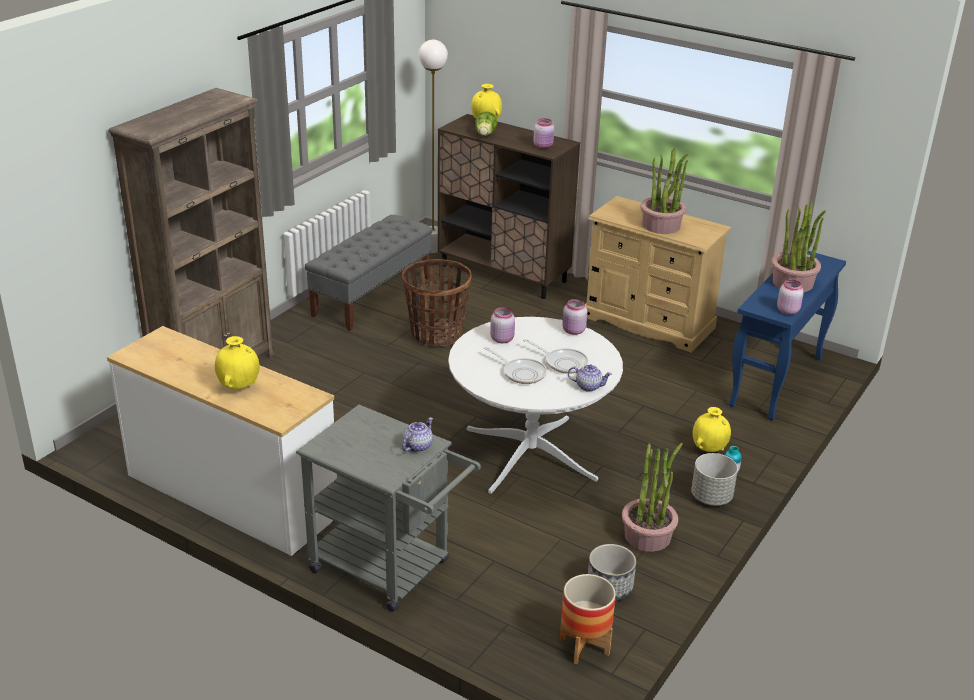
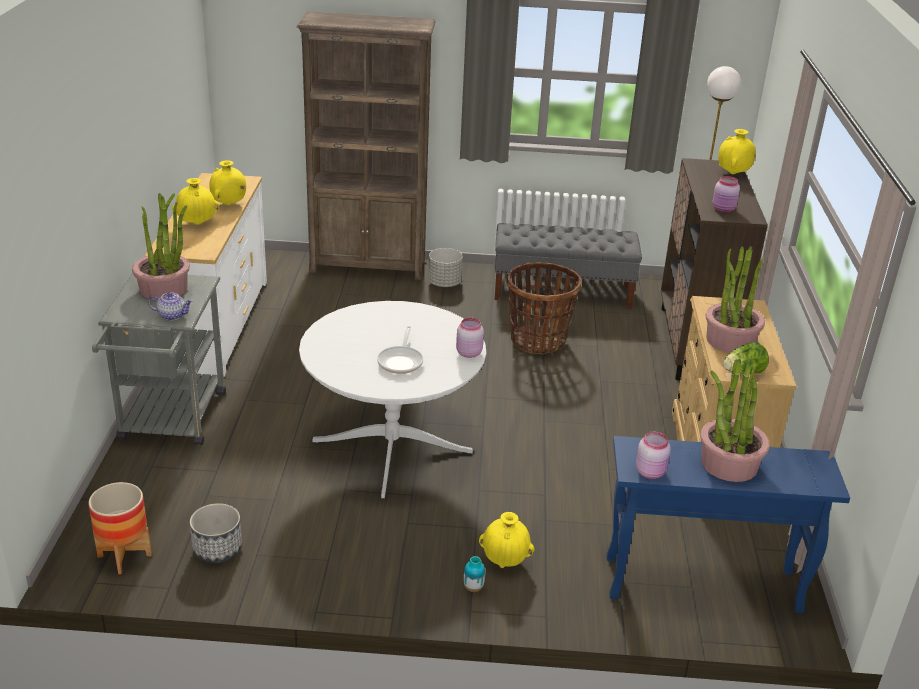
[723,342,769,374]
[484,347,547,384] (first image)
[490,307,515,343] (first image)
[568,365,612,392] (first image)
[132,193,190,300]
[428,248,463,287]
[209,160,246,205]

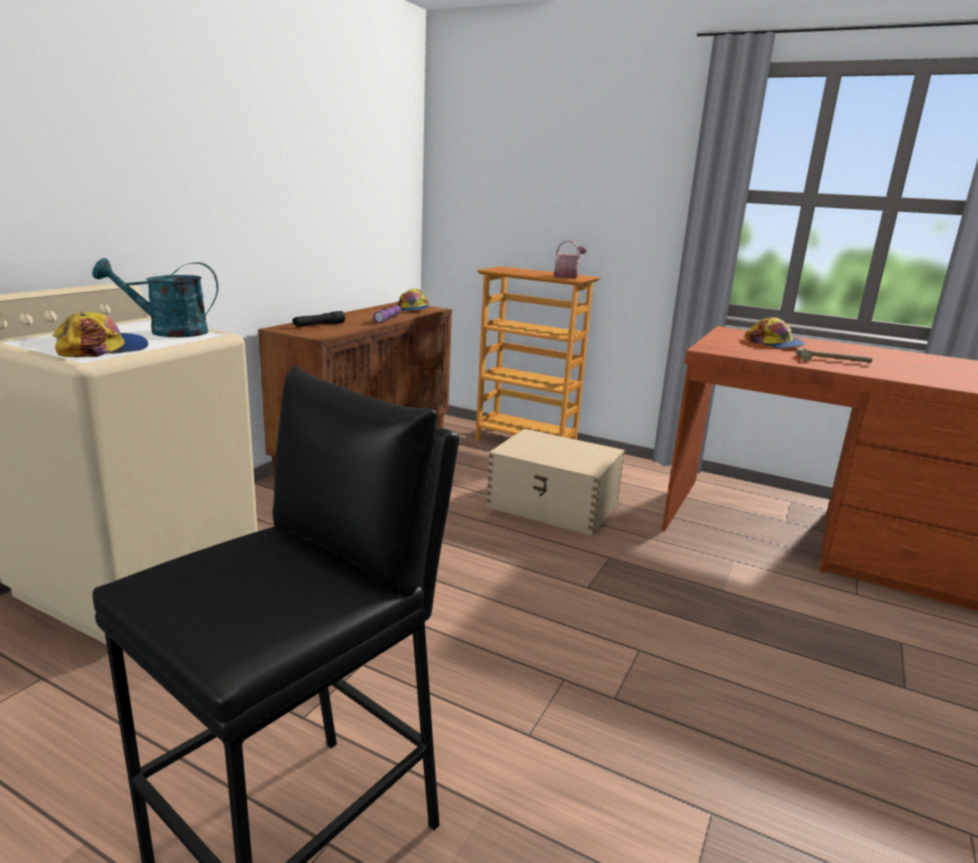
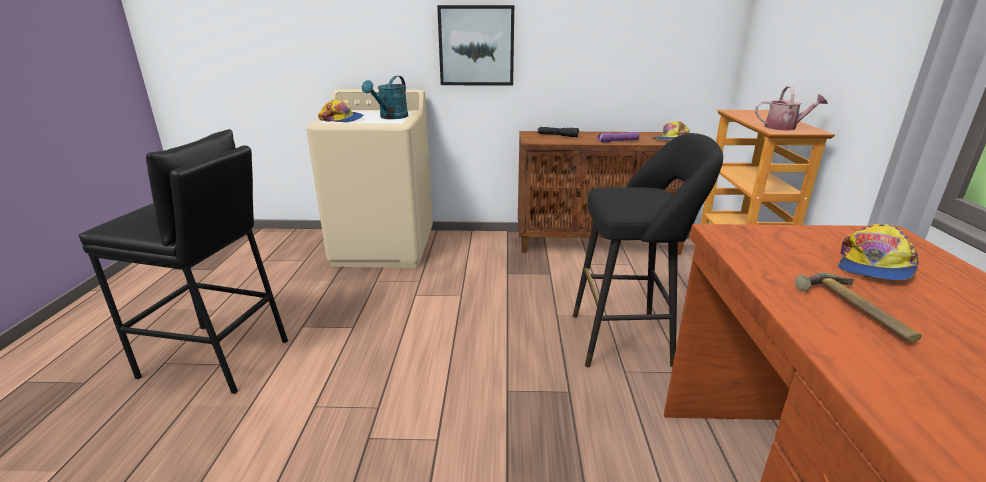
[362,76,408,119]
[573,133,723,367]
[437,5,514,86]

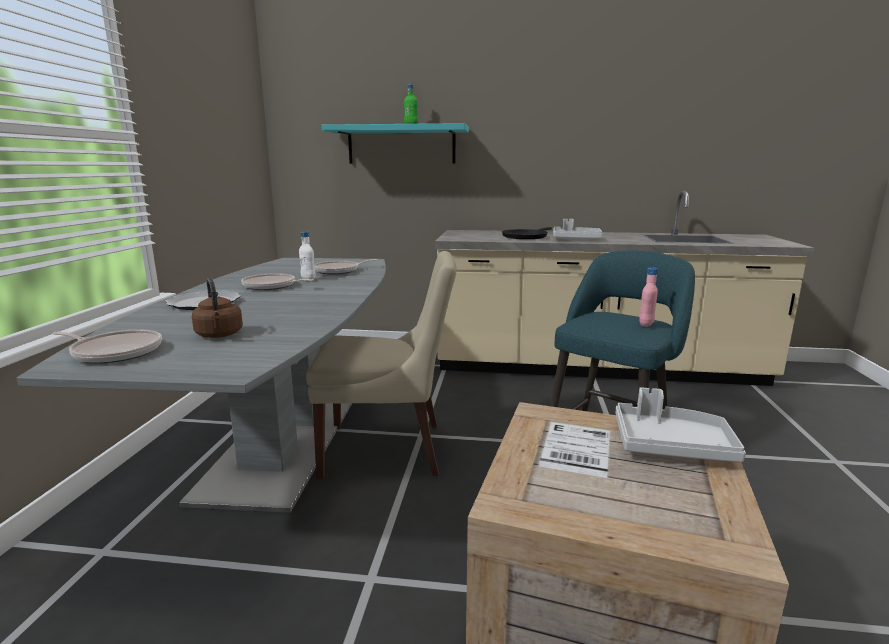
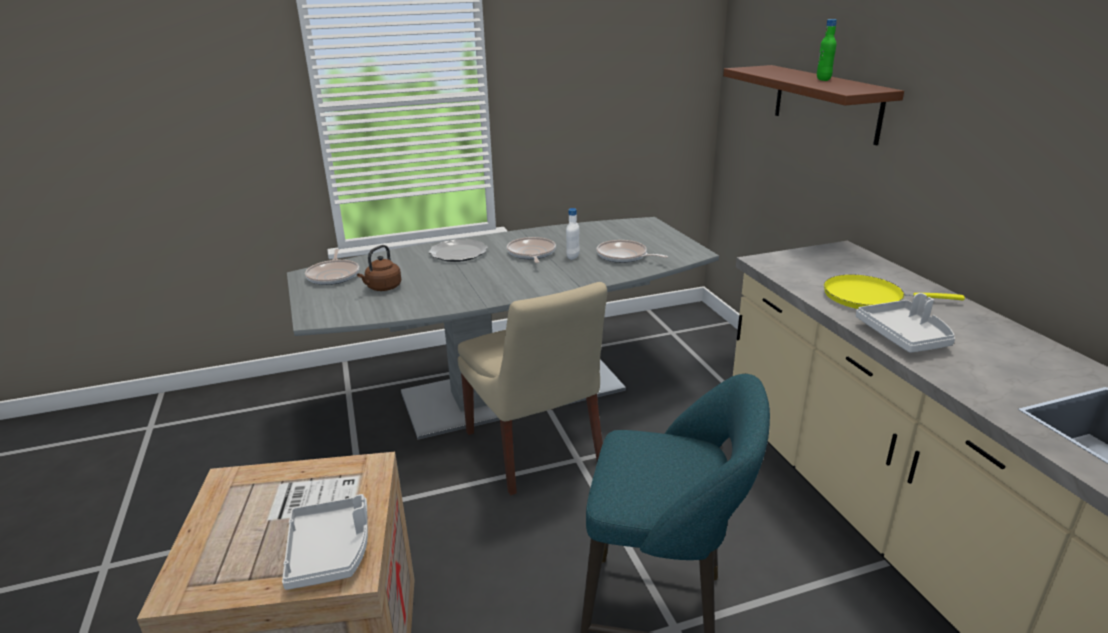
[723,65,904,146]
[824,274,965,309]
[639,267,658,327] (first image)

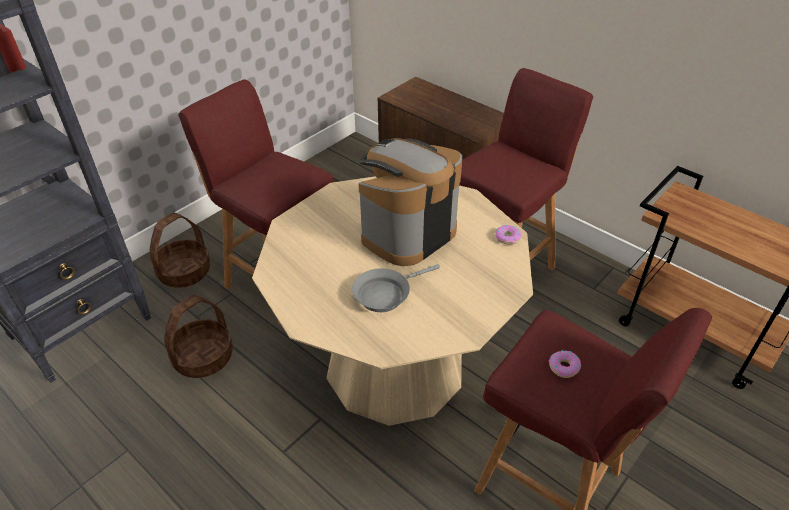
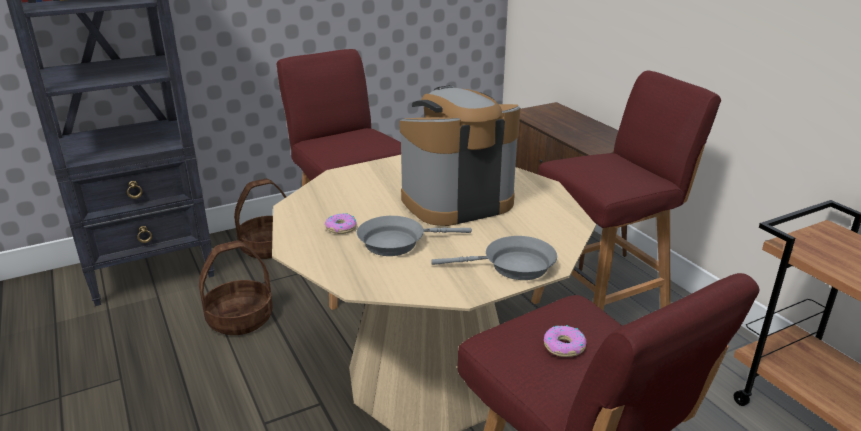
[324,214,357,234]
[431,236,557,280]

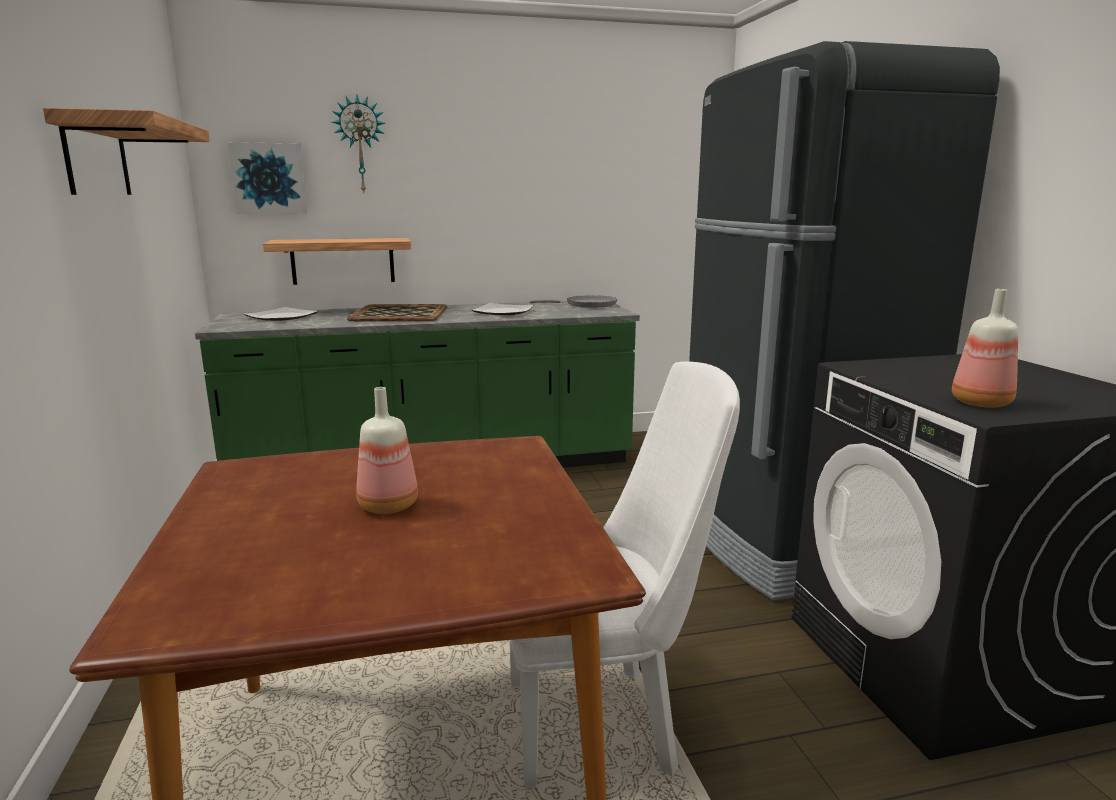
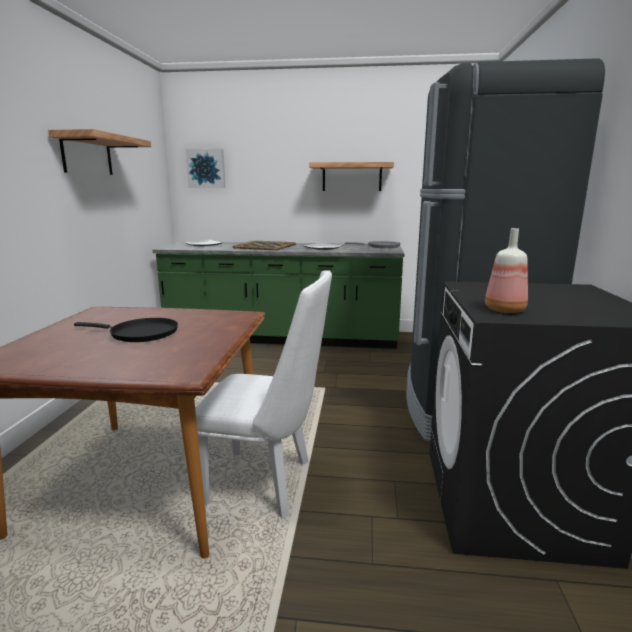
[309,162,394,191]
[332,95,385,193] (first image)
[74,318,178,342]

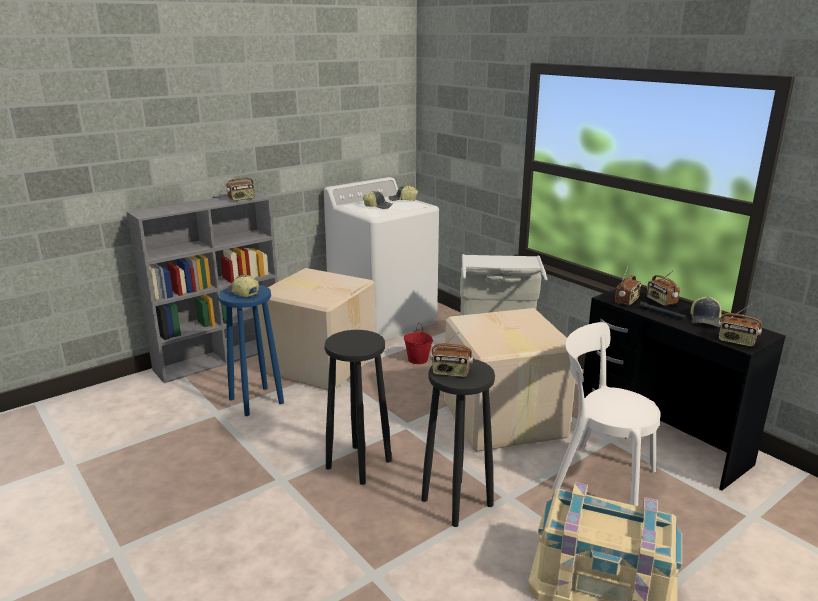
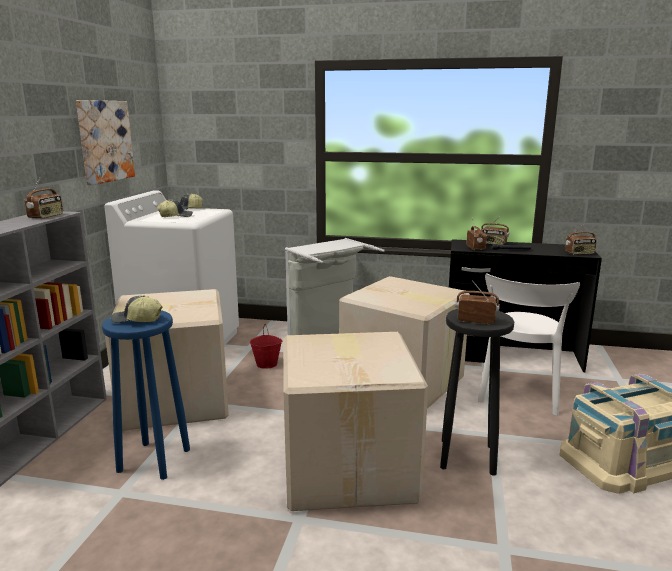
[283,332,428,511]
[455,280,500,324]
[478,274,580,416]
[690,296,722,326] (first image)
[76,100,135,185]

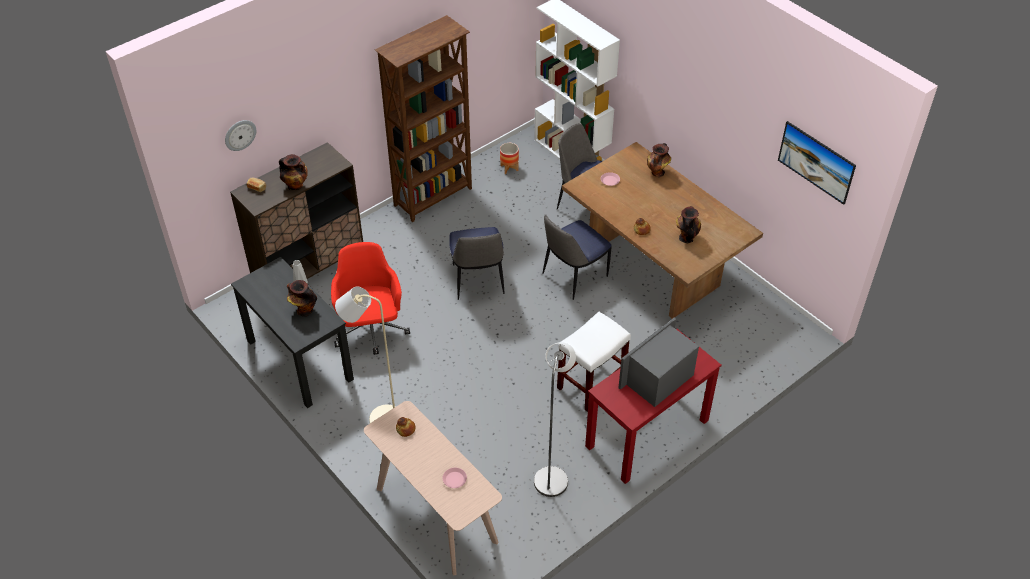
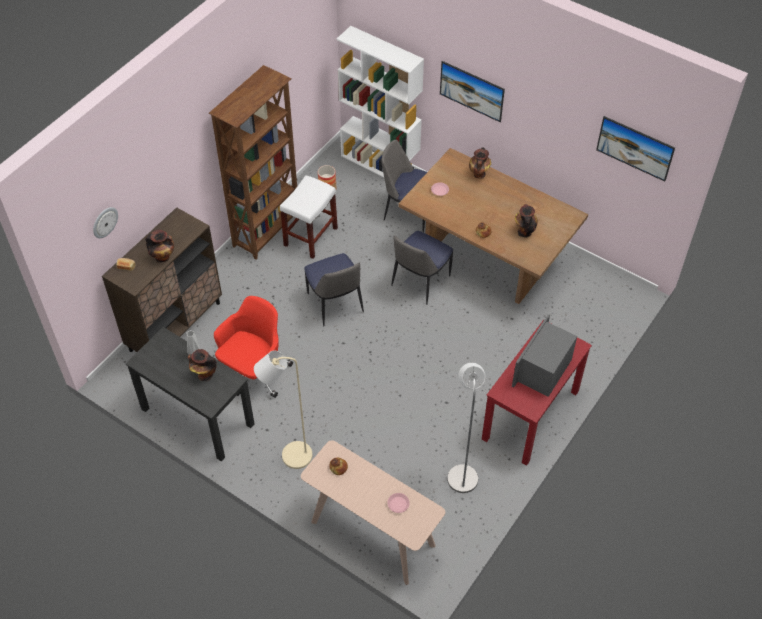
[214,296,293,398]
[280,175,338,259]
[440,61,505,122]

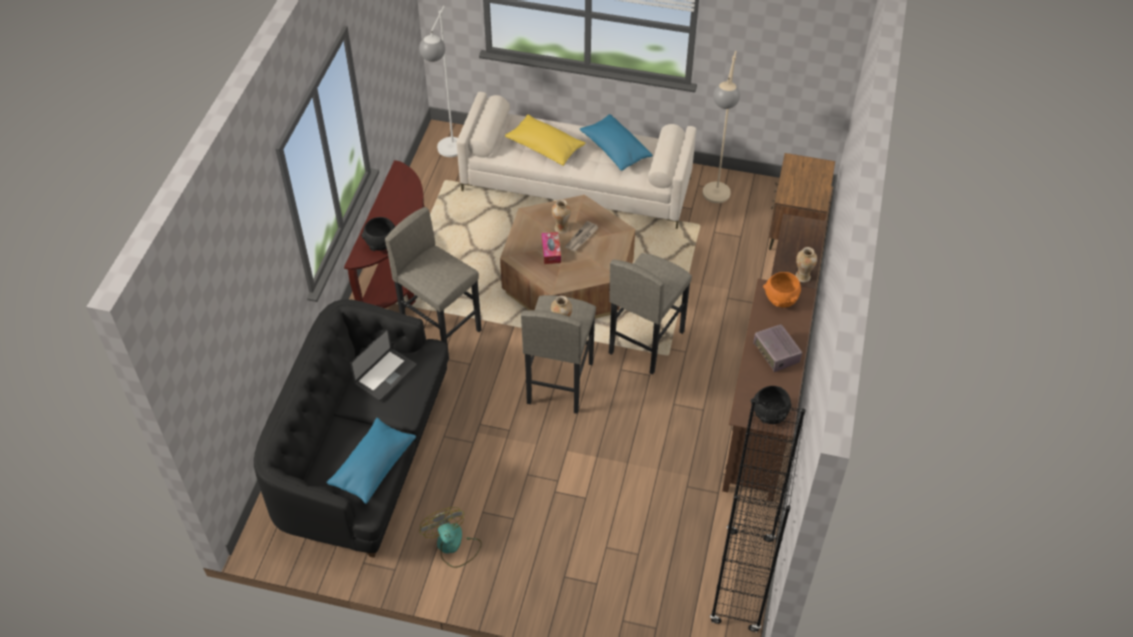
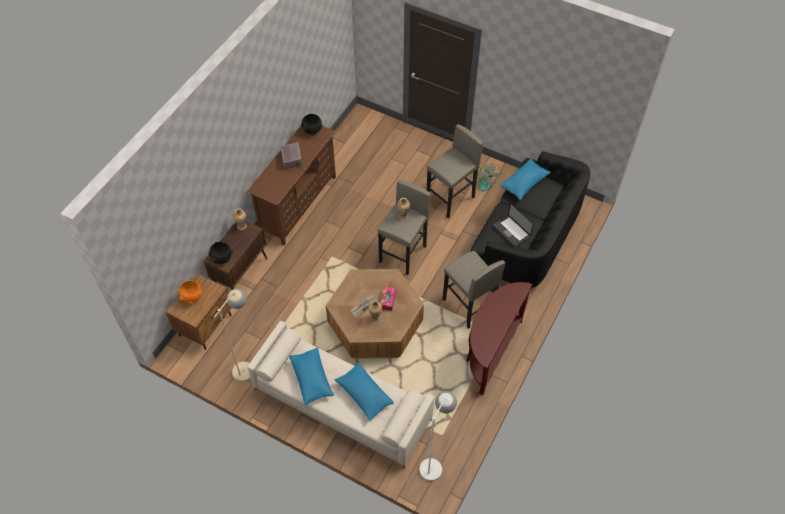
[493,203,534,247]
[209,242,233,264]
[335,363,394,421]
[427,124,483,218]
[710,399,806,632] (first image)
[179,280,202,305]

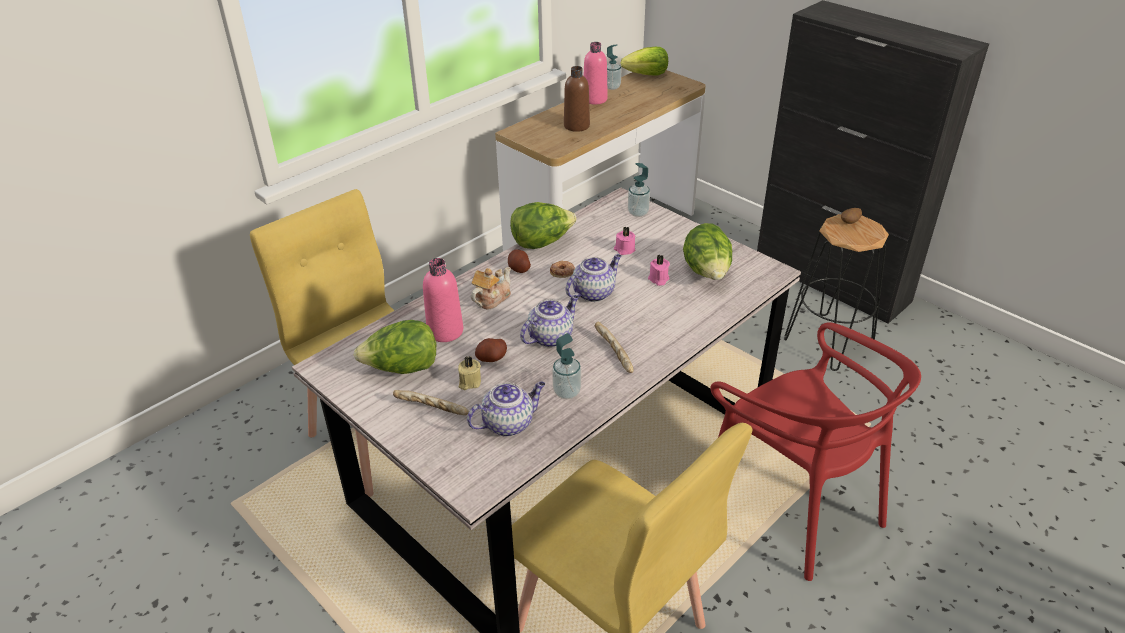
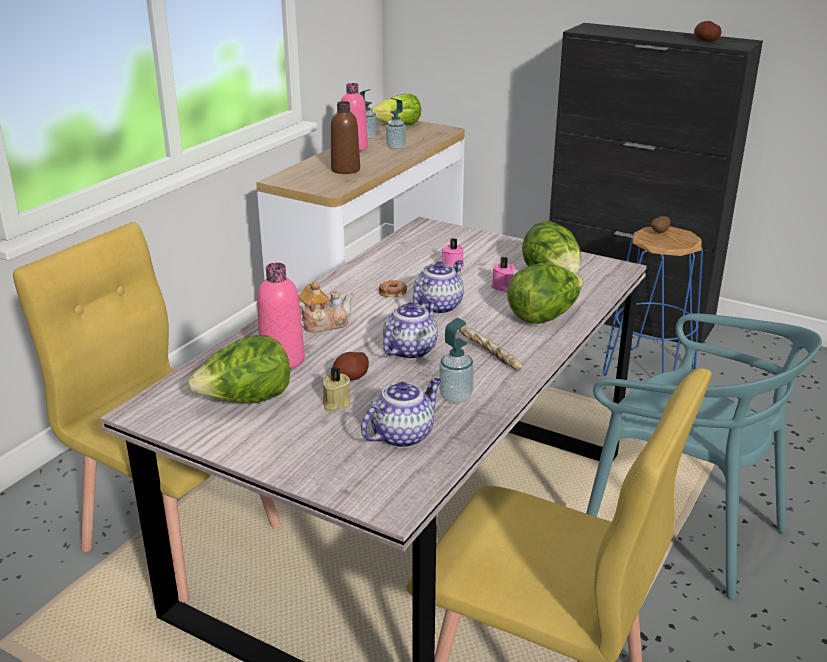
[393,390,469,415] (first image)
[298,281,354,333]
[694,21,721,42]
[507,263,583,324]
[386,98,406,149]
[586,314,822,599]
[603,226,703,376]

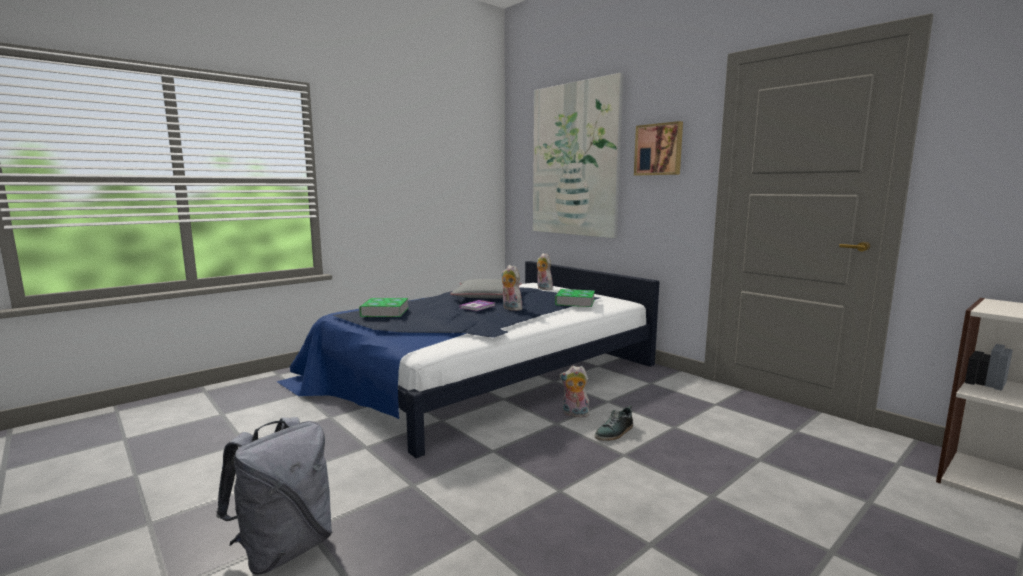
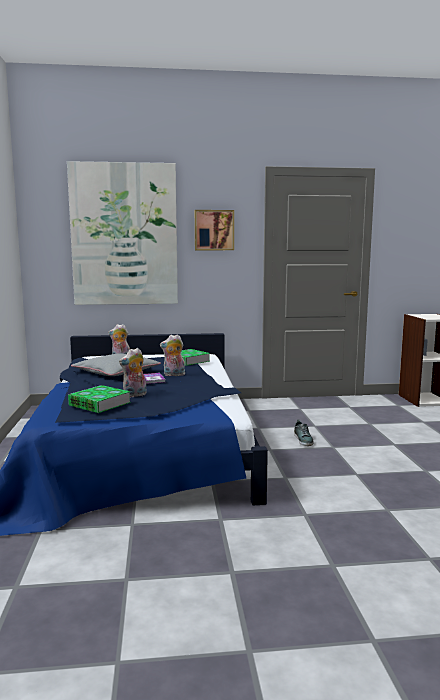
[216,417,332,575] (first image)
[119,348,147,398]

